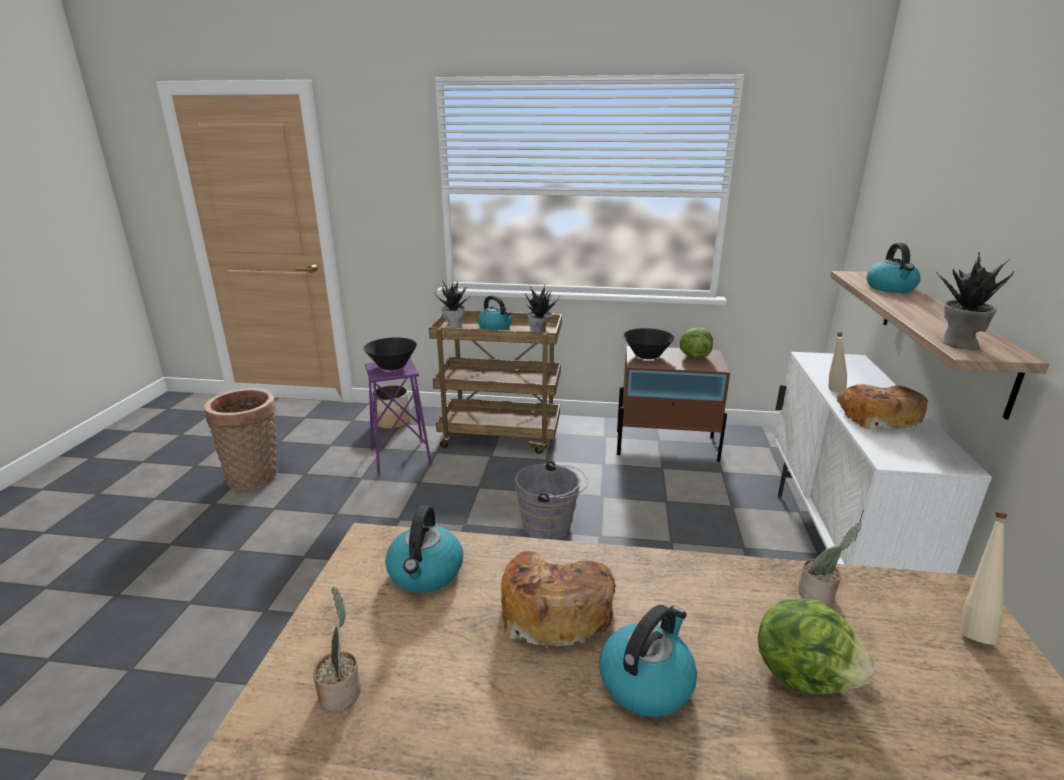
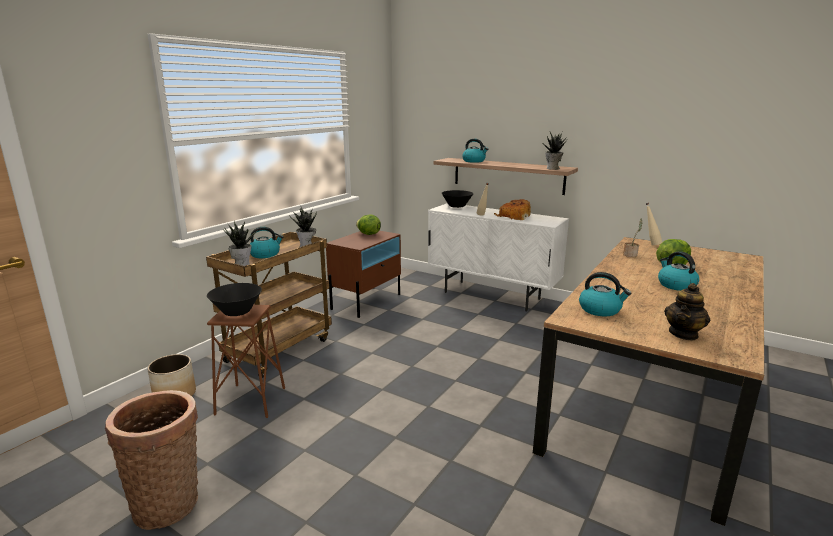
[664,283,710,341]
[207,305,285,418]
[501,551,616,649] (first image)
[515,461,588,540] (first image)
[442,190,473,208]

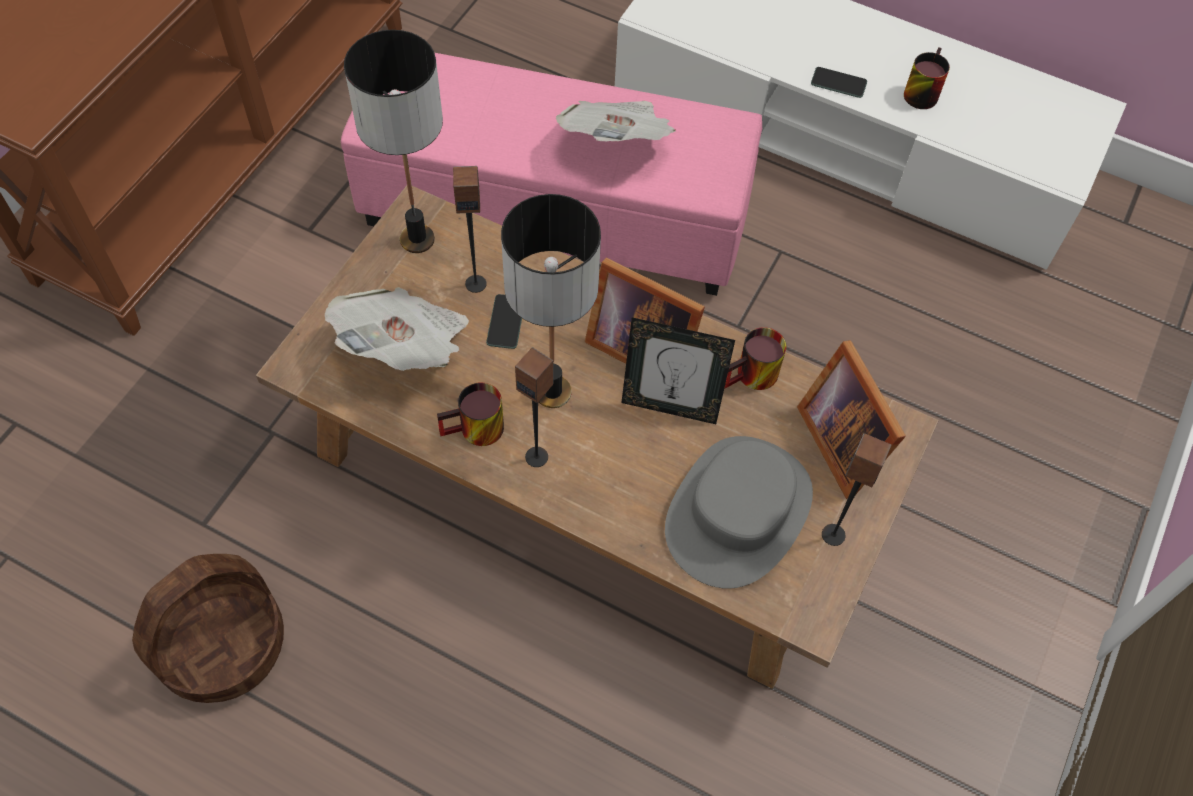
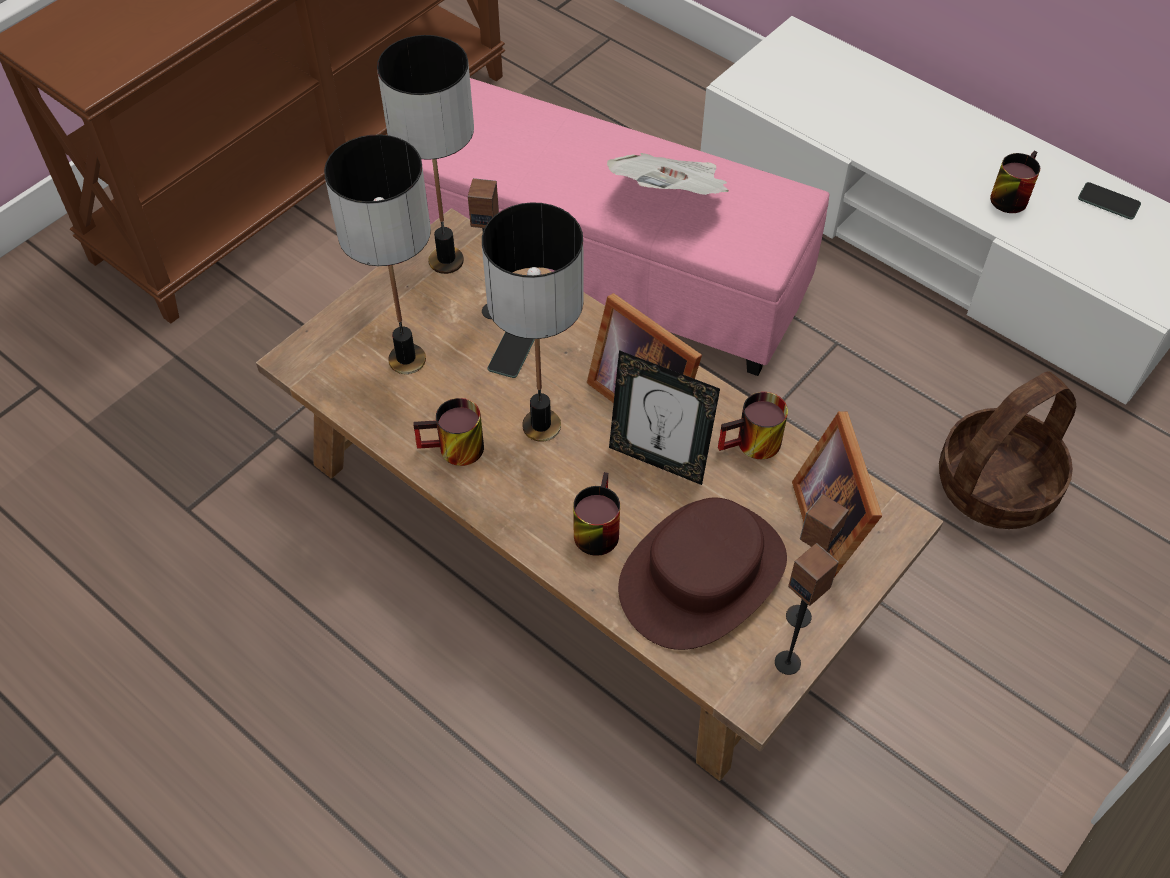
[939,371,1076,529]
[324,134,431,374]
[775,543,839,675]
[618,498,787,650]
[1078,182,1141,219]
[573,472,620,556]

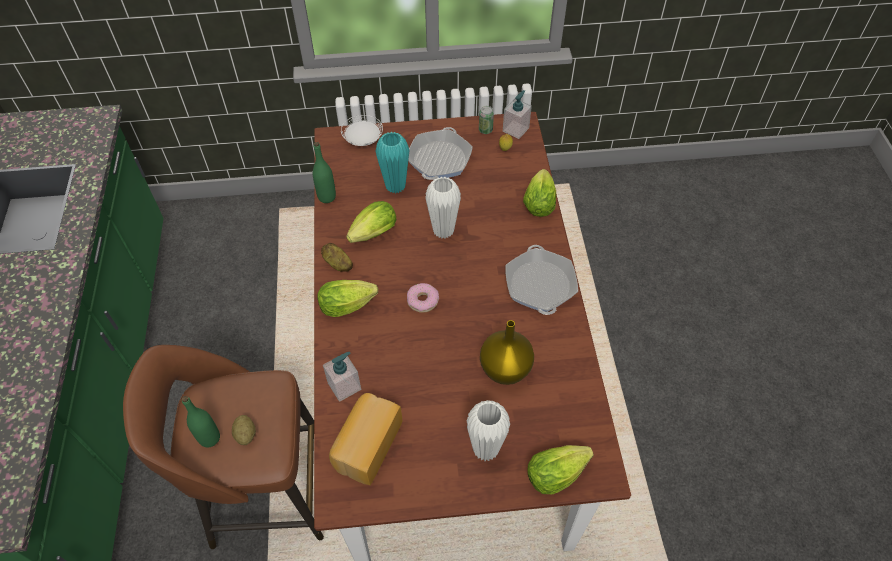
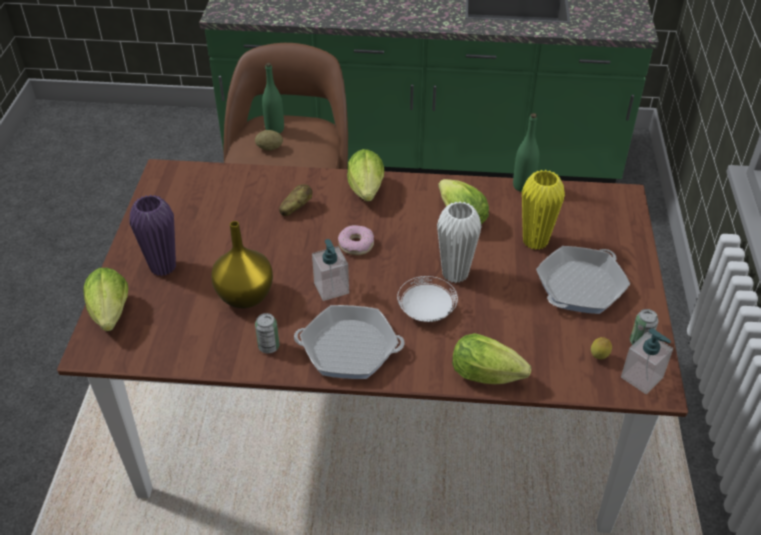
[279,184,312,216]
[312,239,349,301]
[329,393,402,485] (first image)
[397,276,458,322]
[522,170,565,250]
[536,246,630,314]
[130,195,176,276]
[255,313,279,354]

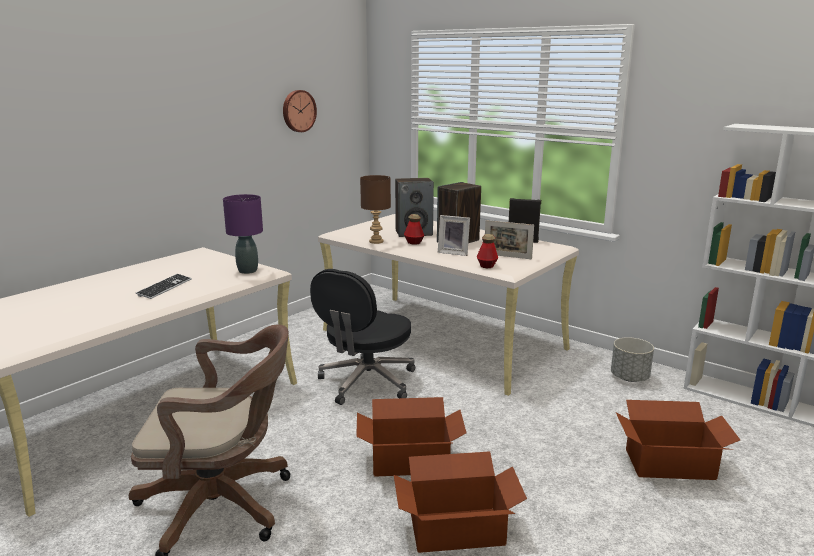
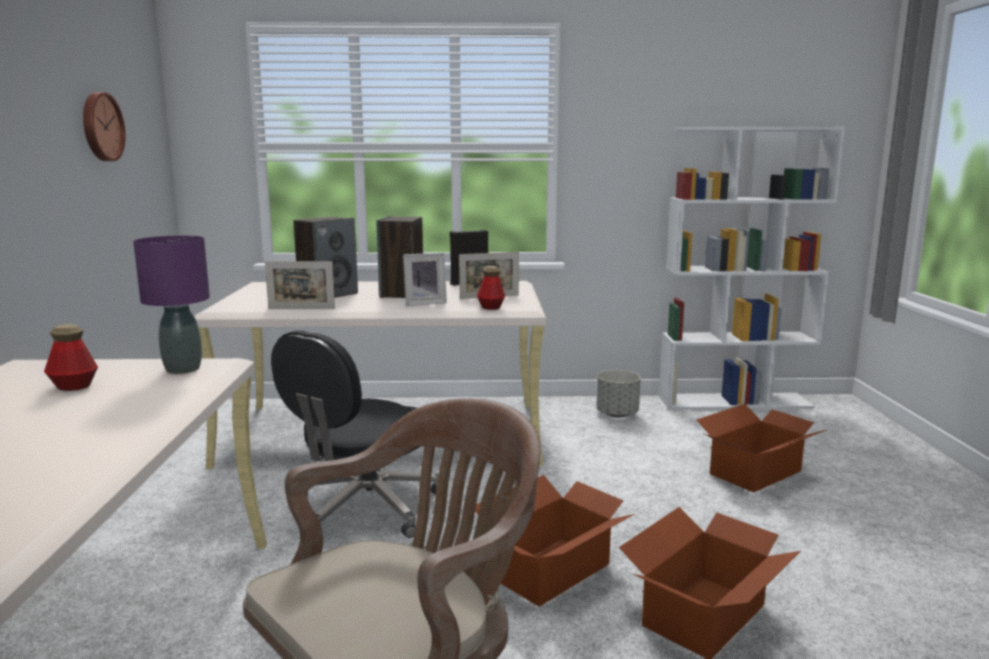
[136,274,192,299] (first image)
[271,330,438,538]
[265,261,335,309]
[44,324,98,391]

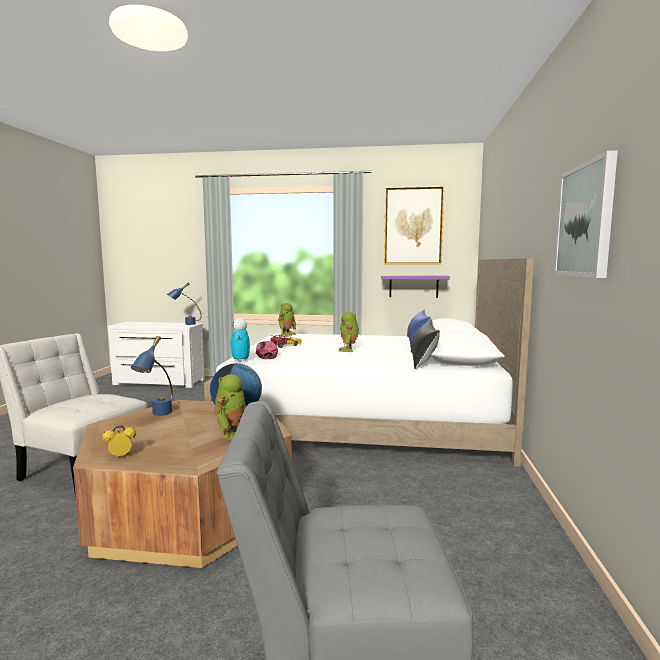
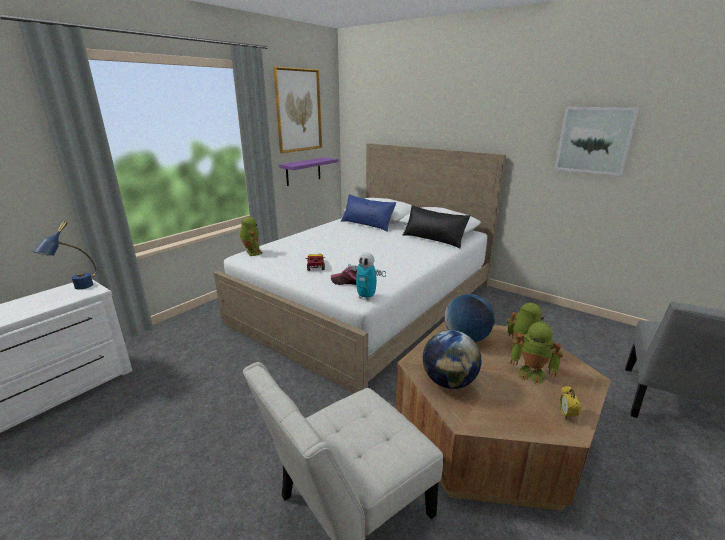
[423,330,481,389]
[510,322,563,385]

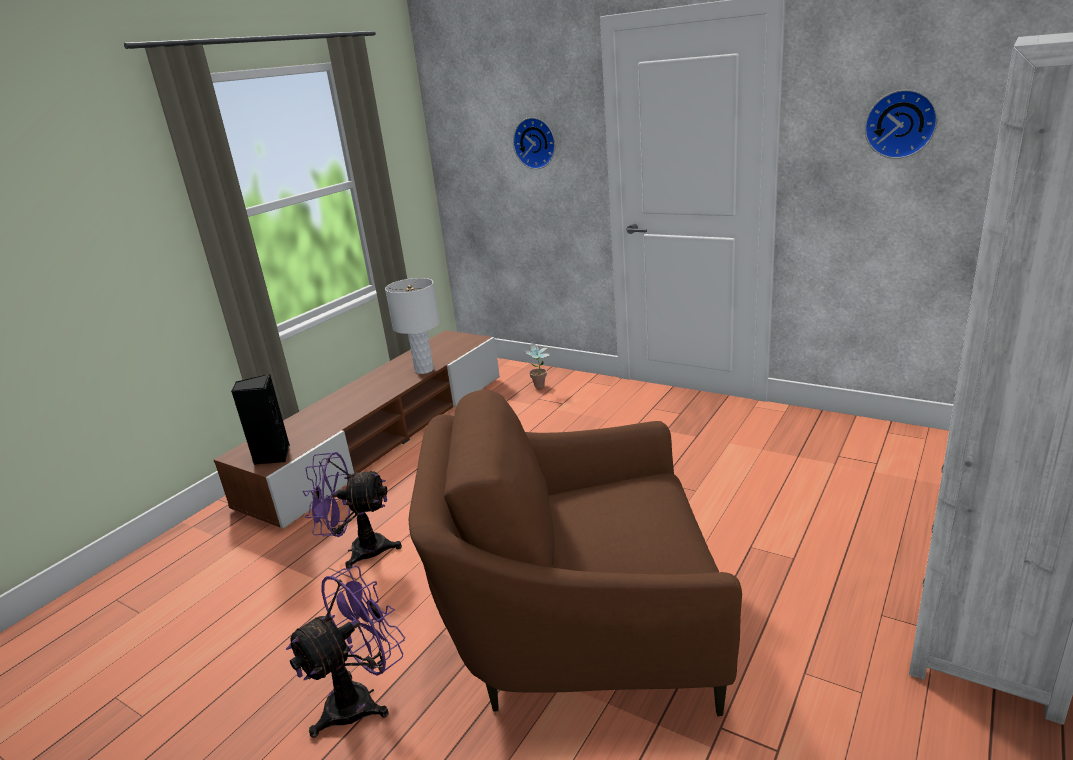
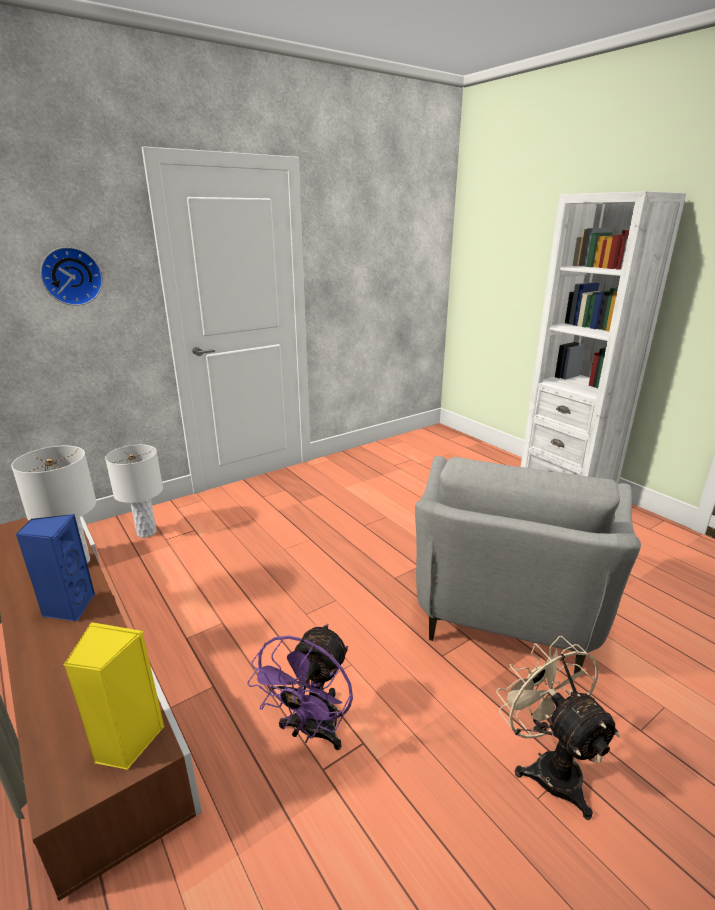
[64,622,164,770]
[496,636,621,820]
[415,456,641,674]
[105,445,163,538]
[865,90,938,159] (first image)
[16,514,95,621]

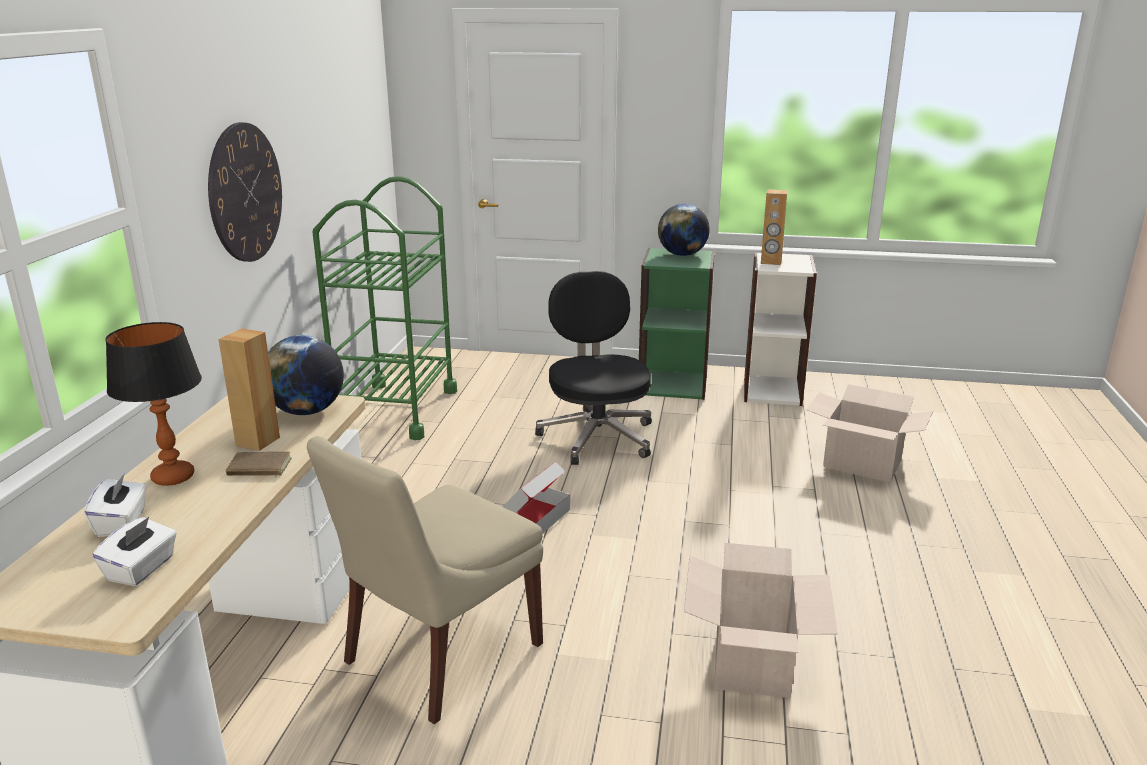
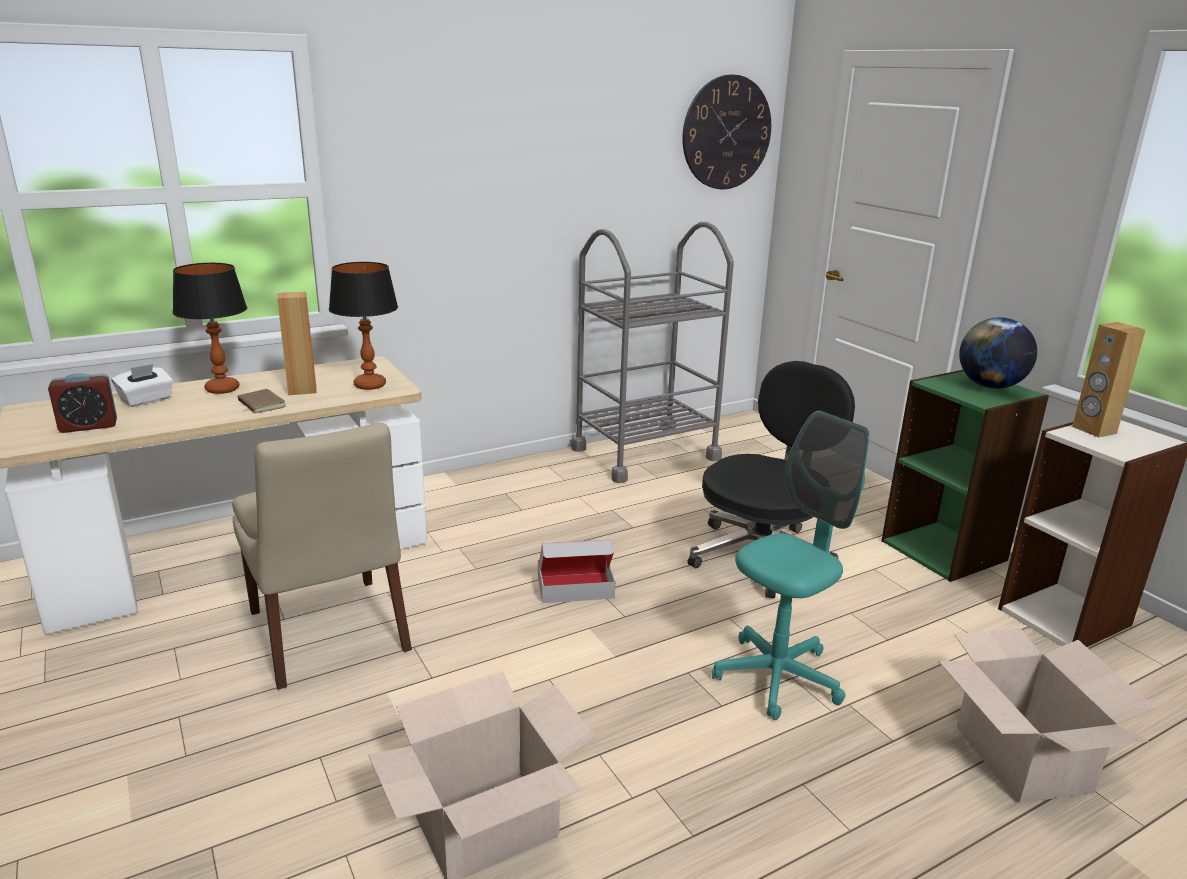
[48,373,117,433]
[682,75,771,190]
[329,262,398,390]
[232,423,412,690]
[571,222,734,483]
[712,411,870,720]

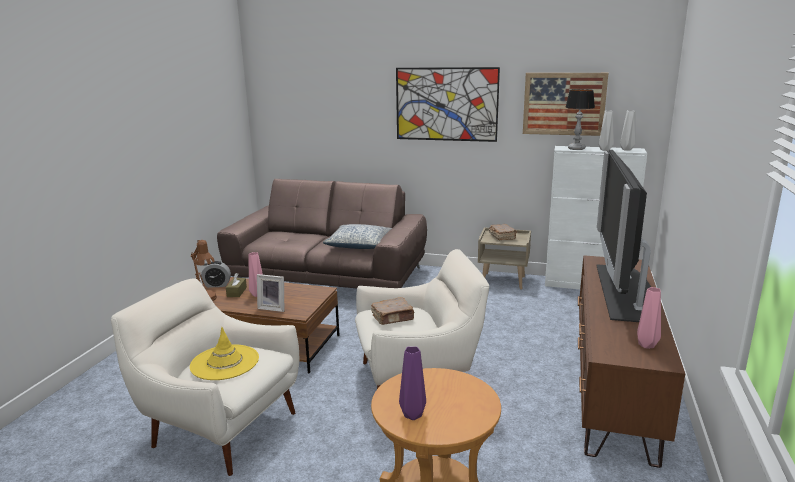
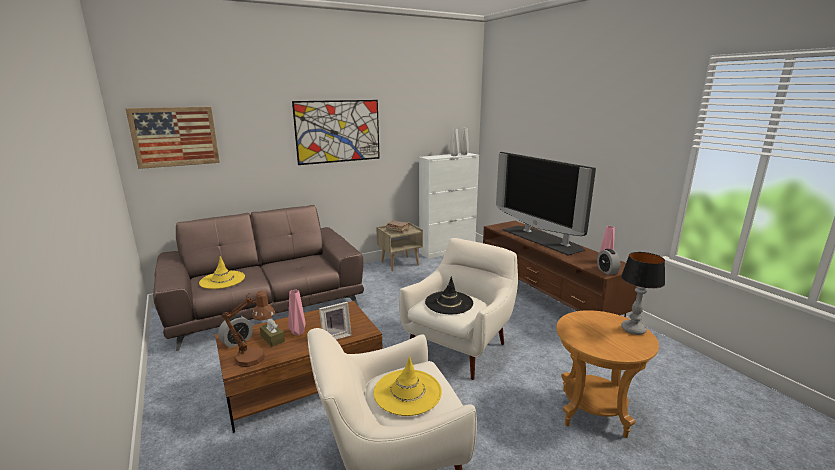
[323,224,392,249] (first image)
[425,276,473,314]
[399,346,426,420] (first image)
[125,107,220,169]
[621,252,665,335]
[199,256,245,289]
[597,249,620,275]

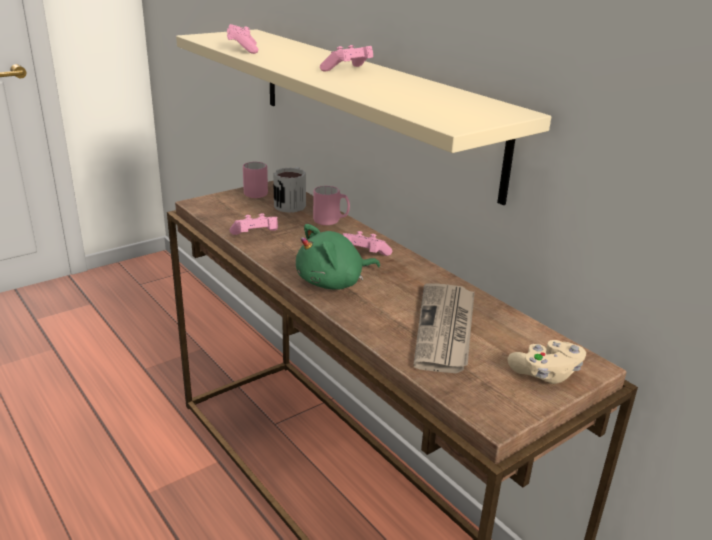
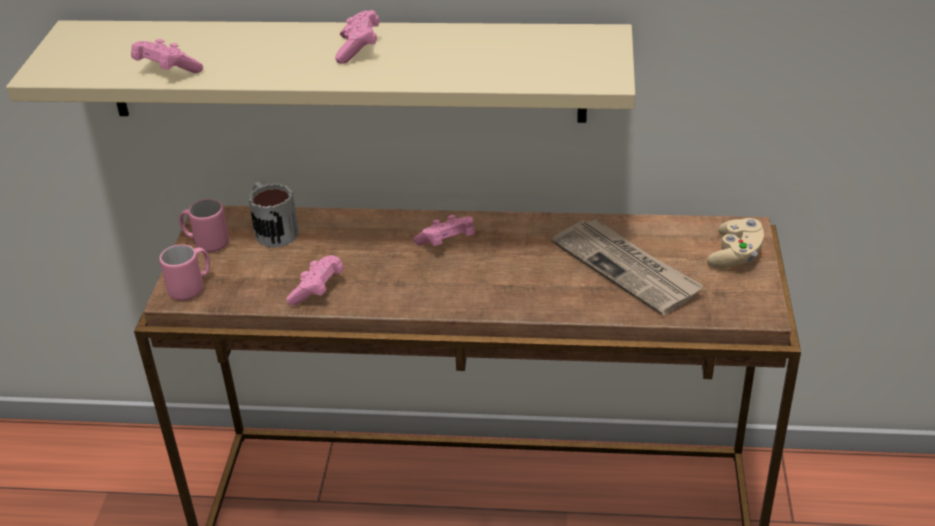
[296,224,380,290] (first image)
[160,244,210,300]

